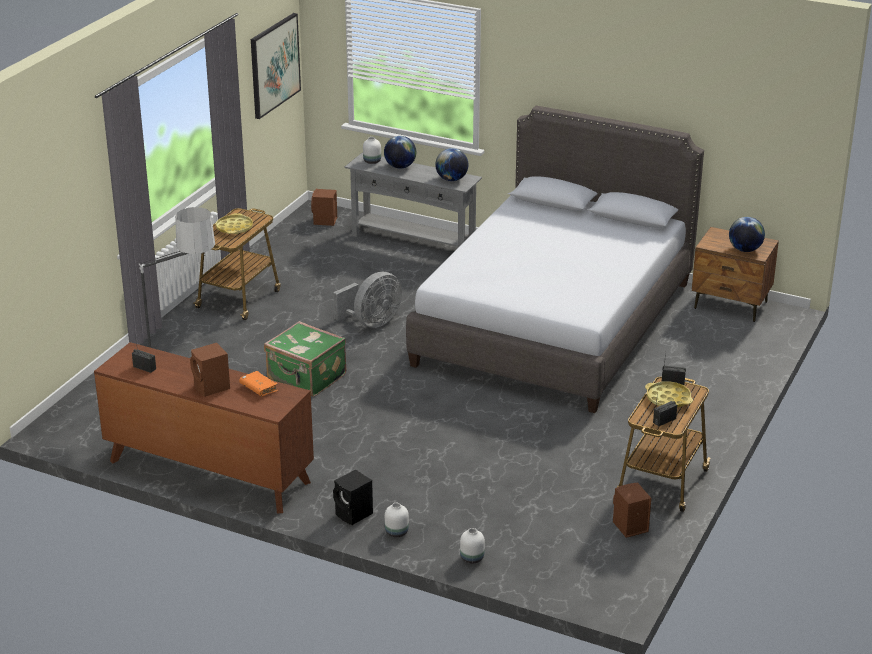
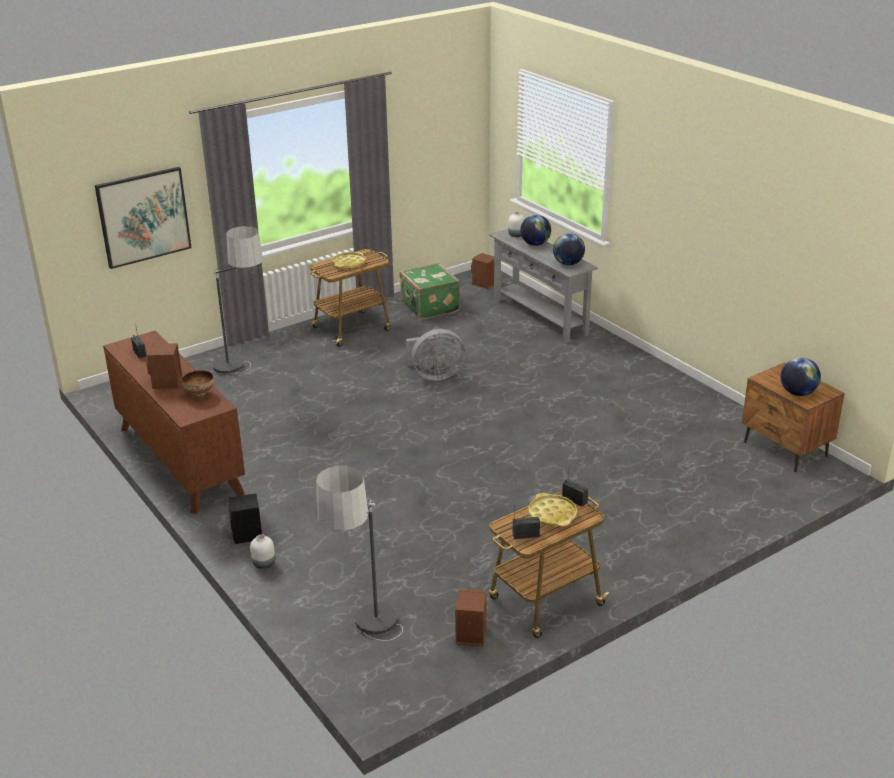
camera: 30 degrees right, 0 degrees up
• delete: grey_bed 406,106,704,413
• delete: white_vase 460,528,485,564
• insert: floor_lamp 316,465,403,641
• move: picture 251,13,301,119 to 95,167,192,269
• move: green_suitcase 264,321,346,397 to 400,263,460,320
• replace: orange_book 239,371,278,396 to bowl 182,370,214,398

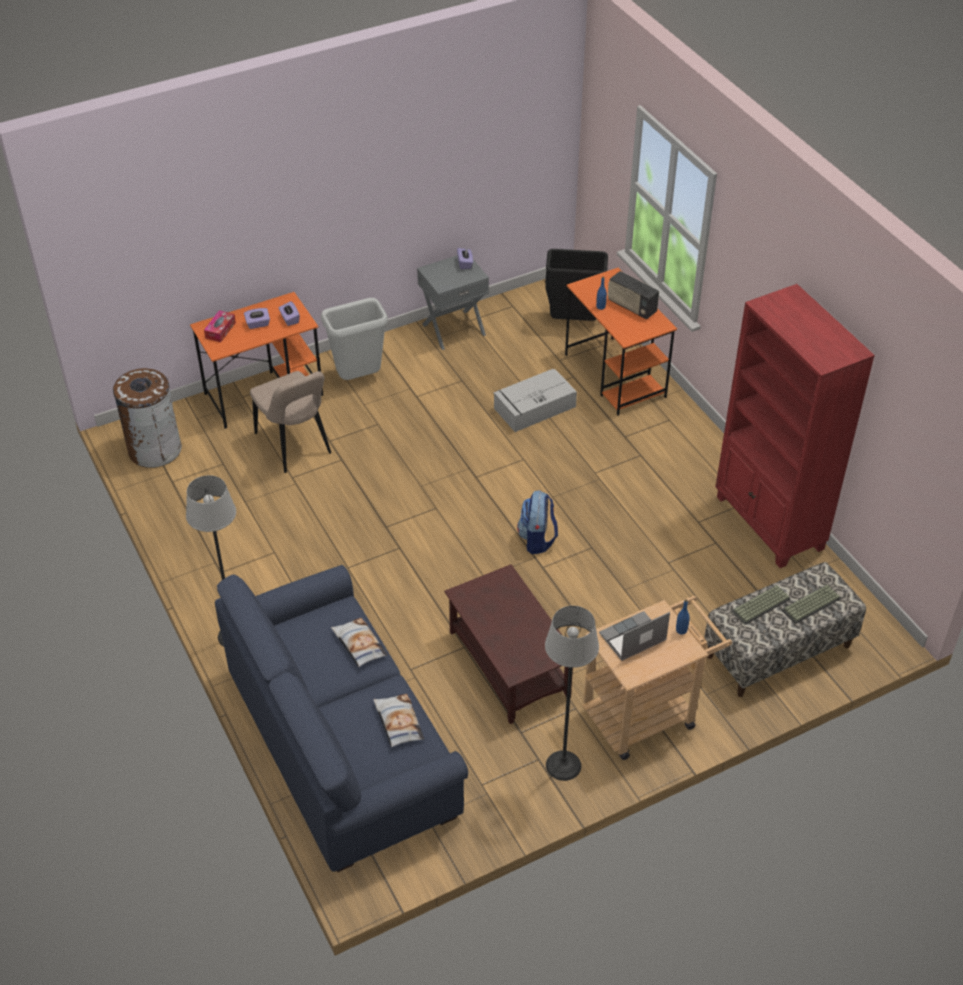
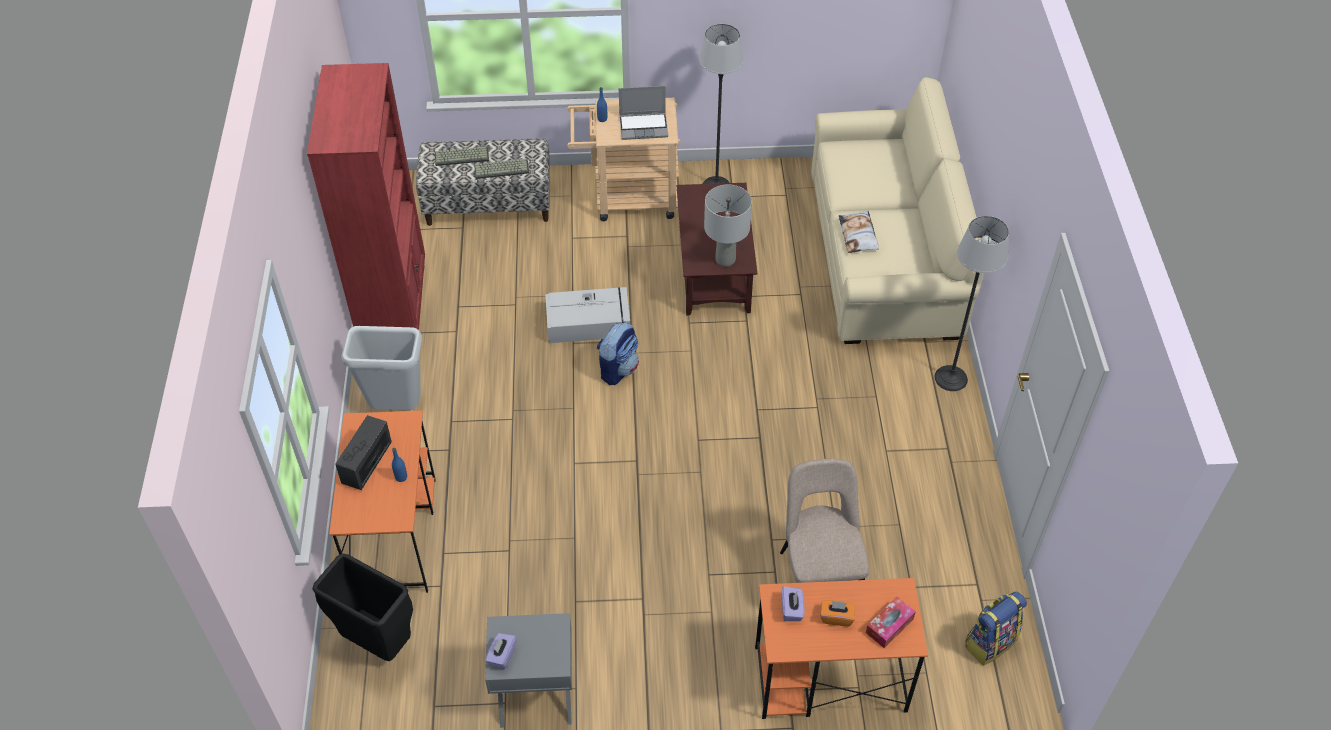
camera: 155 degrees left, 5 degrees up
• delete: pillow 373,694,424,747
• insert: grey_table_lamp 704,185,752,267
• move: grey_trash_can 321,298,388,380 to 341,326,422,410
• move: grey_storage_box 493,369,577,432 to 545,287,630,343
• replace: brown_trash_can 113,368,182,468 to backpack 965,592,1027,666
• recolor: blue_sofa 215,565,468,872 to beige_sofa 811,77,984,344
• recolor: purple_tissue_box 244,308,270,329 to orange_tissue_box 820,600,855,626
• rotate: radio 608,271,659,319 = 335,415,392,490 135 degrees counterclockwise

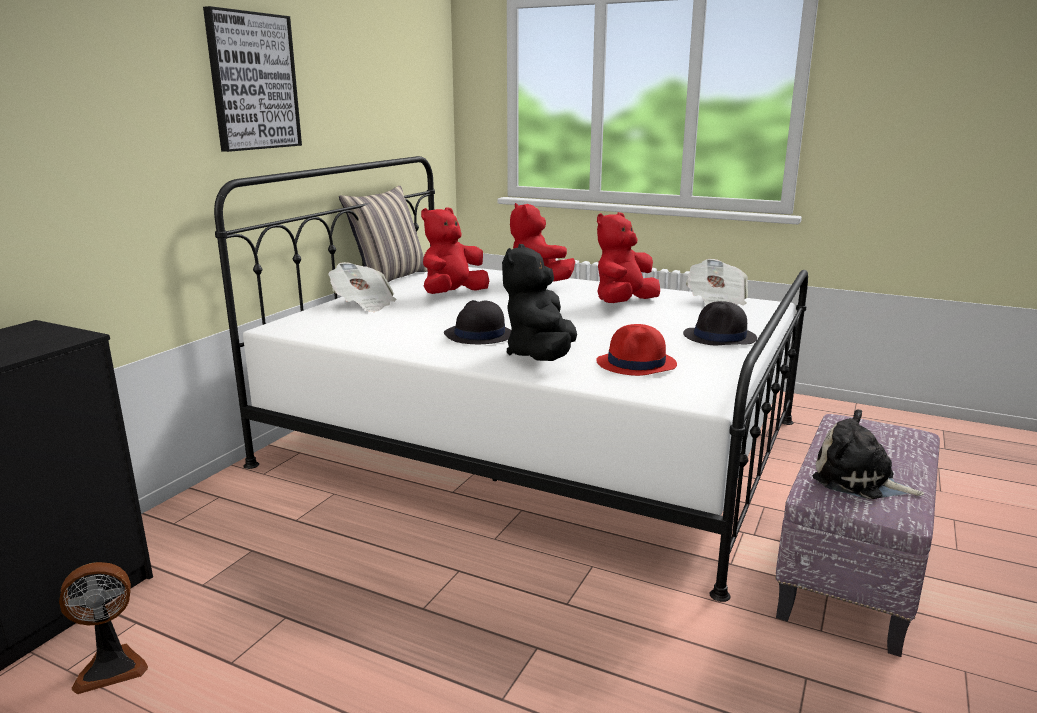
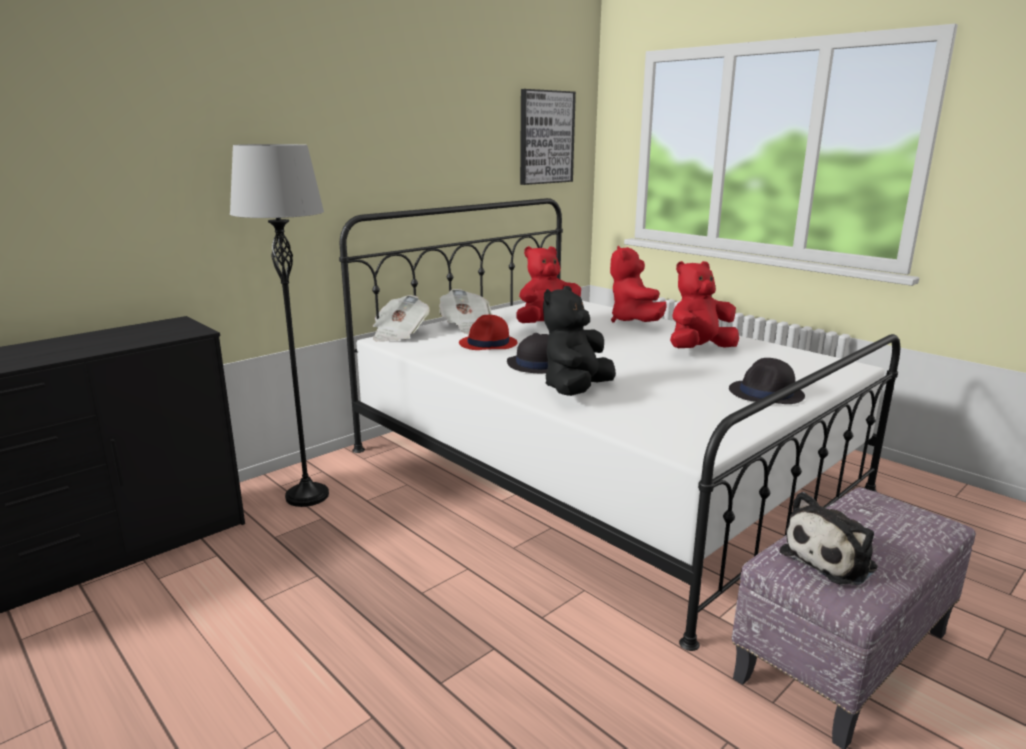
camera: 20 degrees right, 0 degrees up
• delete: fan 59,562,148,694
• delete: pillow 339,186,428,282
• insert: grey_floor_lamp 230,144,329,507
• move: picture 203,6,302,152 to 520,89,576,185
• move: red_hat 596,324,677,376 to 459,315,518,350
• move: newspaper 686,259,748,306 to 373,295,430,342
• rotate: plush_toy 812,409,924,499 = 780,492,878,585 90 degrees counterclockwise

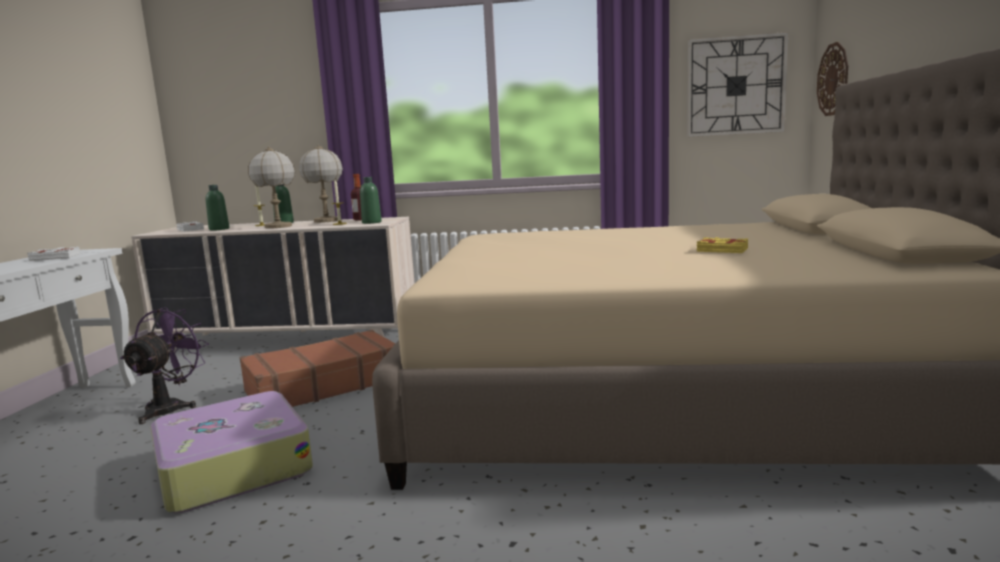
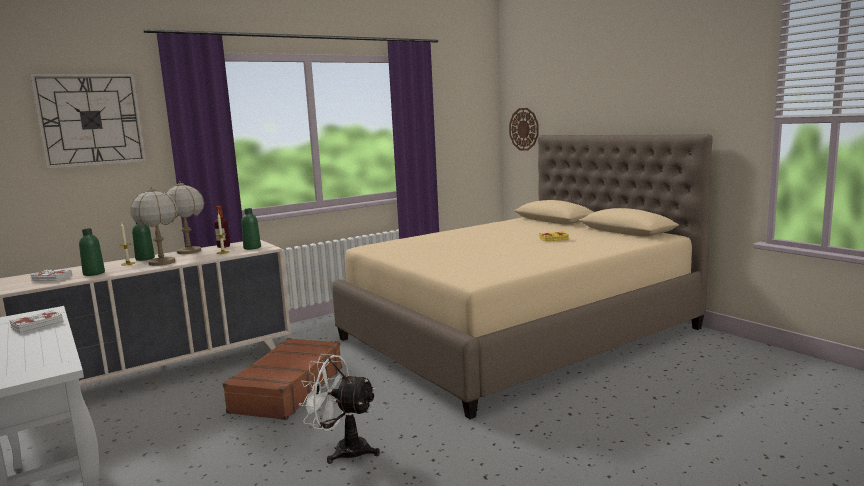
camera: 40 degrees left, 0 degrees up
• delete: purple_fan 120,307,209,424
• move: wall_clock 687,32,789,137 to 30,73,146,169
• replace: suitcase 150,391,313,513 to white_fan 299,354,380,464

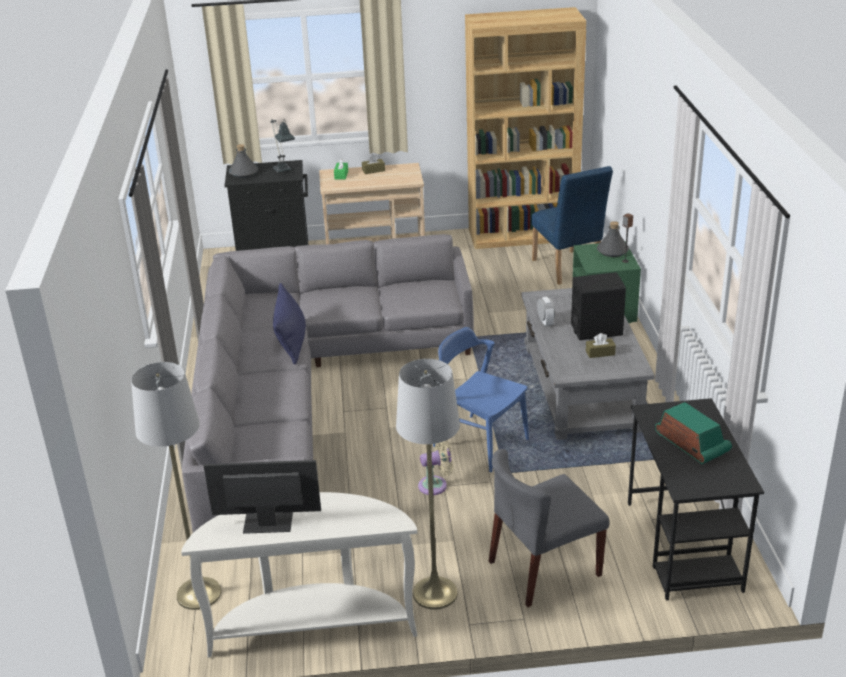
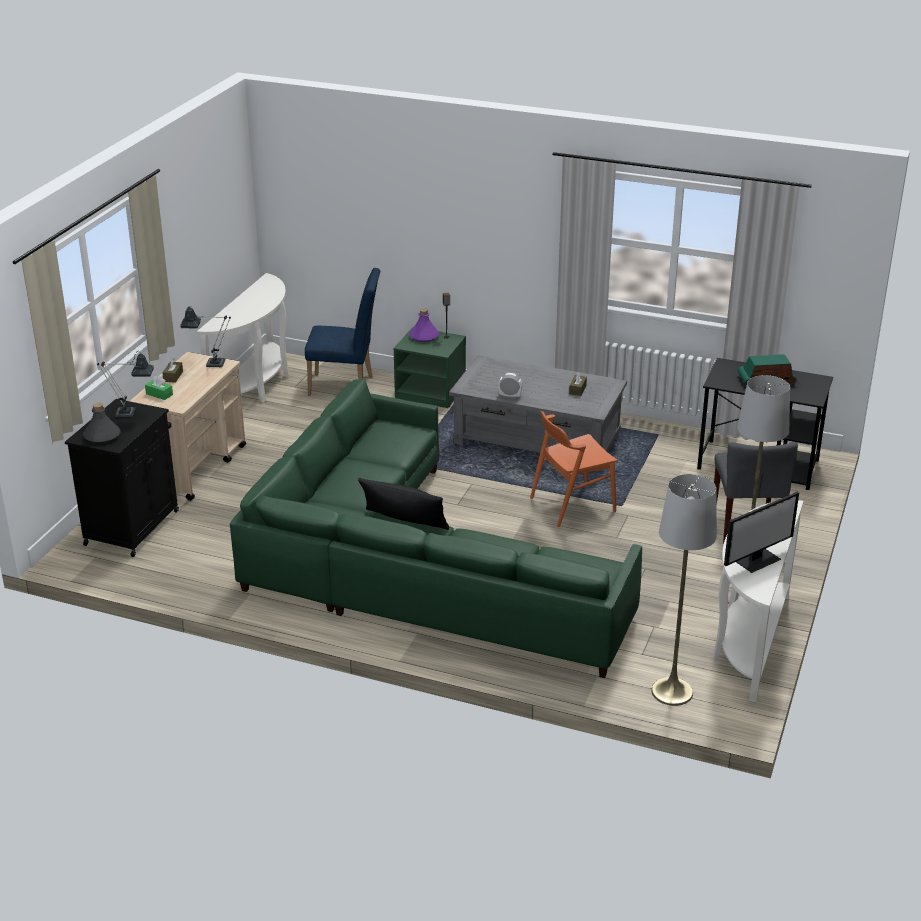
camera: 65 degrees left, 0 degrees up
• delete: beige_fan 418,440,453,495
• delete: black_speaker 571,272,626,340
• insert: table_lamp 180,305,231,367
• replace: brown_bookcase 465,7,586,249 to white_console_table 197,273,289,402
• recolor: grey_sofa 182,234,474,533 to green_sofa 230,379,642,678
• recolor: blue_pillow 273,283,306,365 to black_pillow 358,478,449,530
• recolor: blue_chair 433,327,529,472 to orange_chair 530,411,617,527
• recolor: grey_bottle 597,221,629,257 to purple_bottle 409,308,439,342
• rotate: monitor 204,460,321,534 = 724,492,799,573 150 degrees counterclockwise

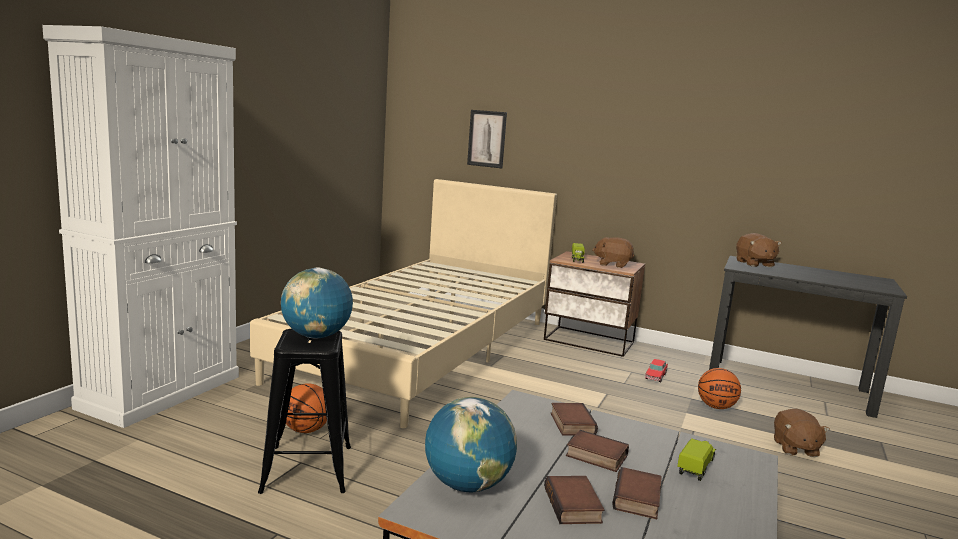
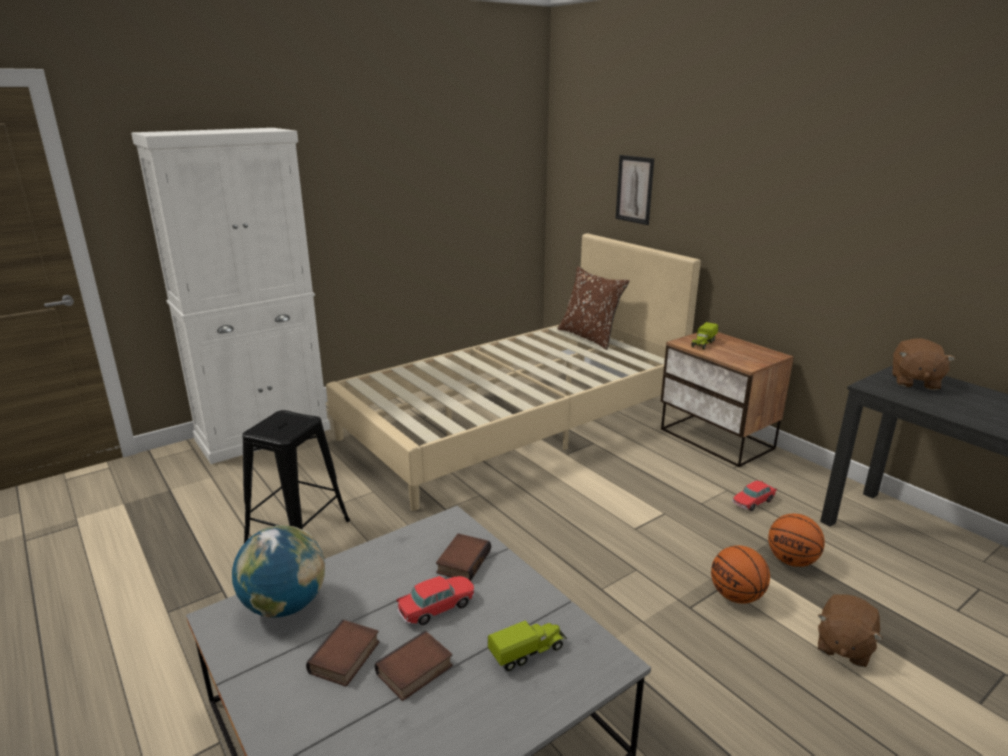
camera: 30 degrees right, 10 degrees up
• delete: globe 281,267,353,339
• delete: brown_plush_toy 592,237,634,268
• insert: brown_pillow 558,266,629,350
• move: basketball 286,383,327,433 to 711,545,770,604
• replace: book 566,430,629,472 to toy_car 396,576,475,625

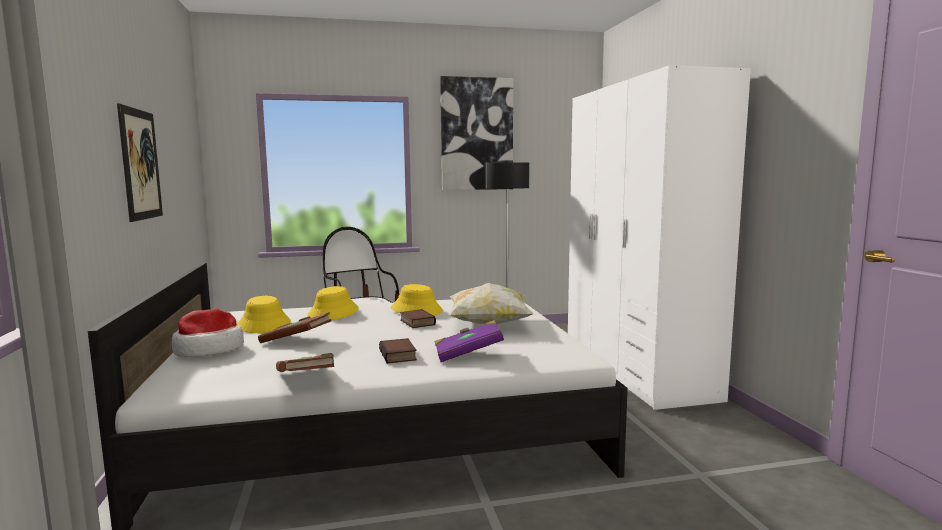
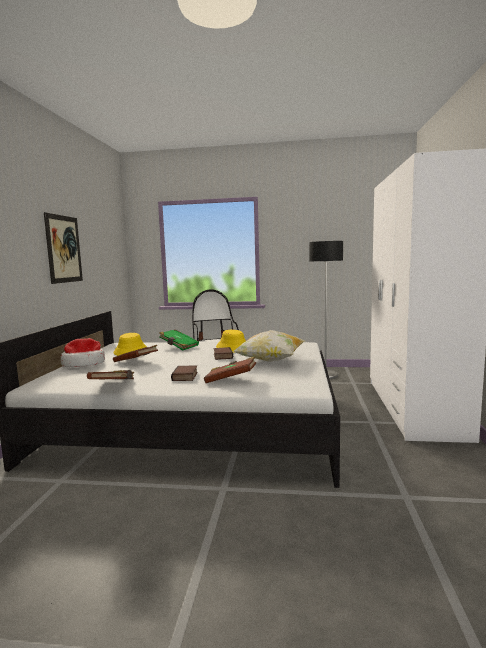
camera: 20 degrees right, 0 degrees up
• delete: picture 440,76,513,190
• replace: yellow_hat 307,286,359,320 to green_book 159,329,199,351
• recolor: purple_book 435,320,504,362 to brown_book 204,356,257,383

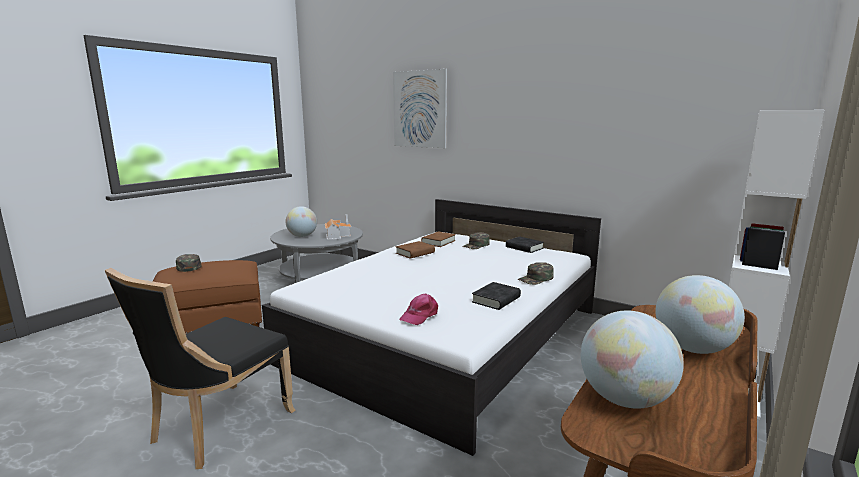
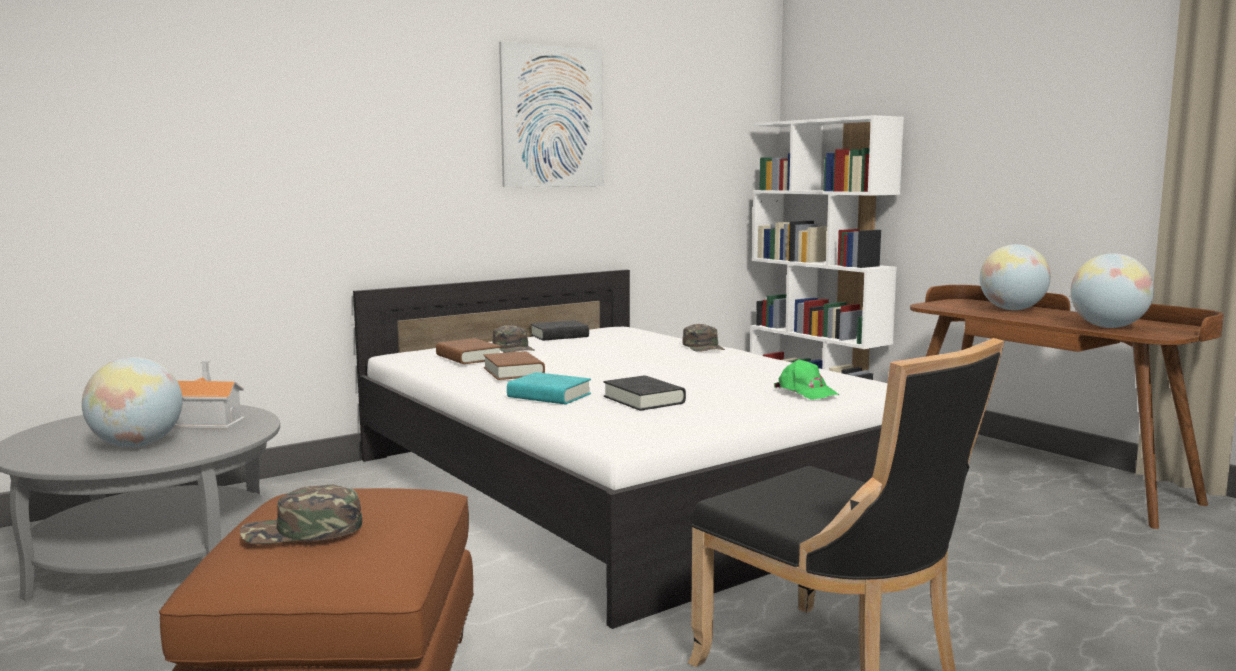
camera: 70 degrees left, 5 degrees down
• insert: turquoise_book 507,372,591,404
• move: picture 393,69,447,148 to 499,41,603,187
• move: black_book 472,282,521,310 to 604,375,686,411
• recolor: pink_cap 400,293,438,325 to green_cap 774,359,839,400

